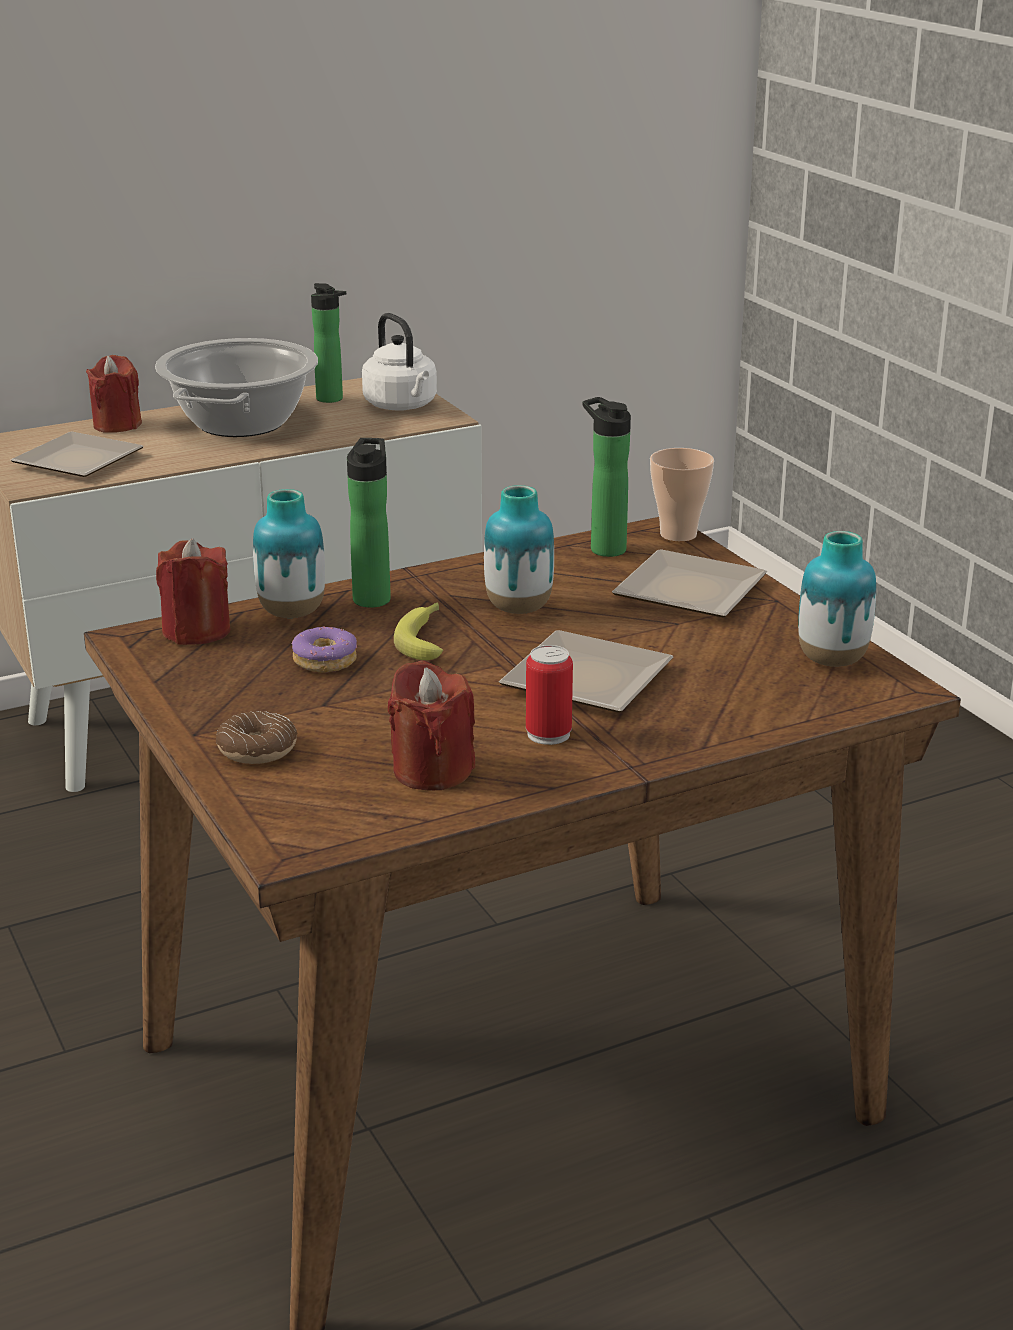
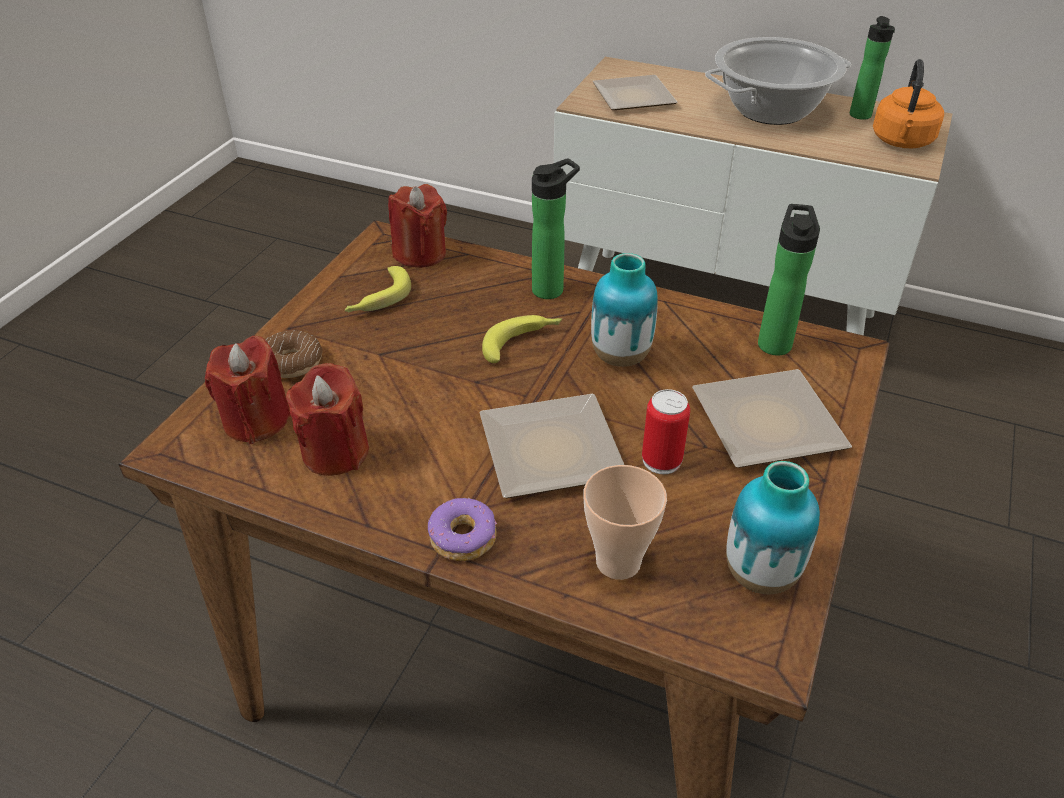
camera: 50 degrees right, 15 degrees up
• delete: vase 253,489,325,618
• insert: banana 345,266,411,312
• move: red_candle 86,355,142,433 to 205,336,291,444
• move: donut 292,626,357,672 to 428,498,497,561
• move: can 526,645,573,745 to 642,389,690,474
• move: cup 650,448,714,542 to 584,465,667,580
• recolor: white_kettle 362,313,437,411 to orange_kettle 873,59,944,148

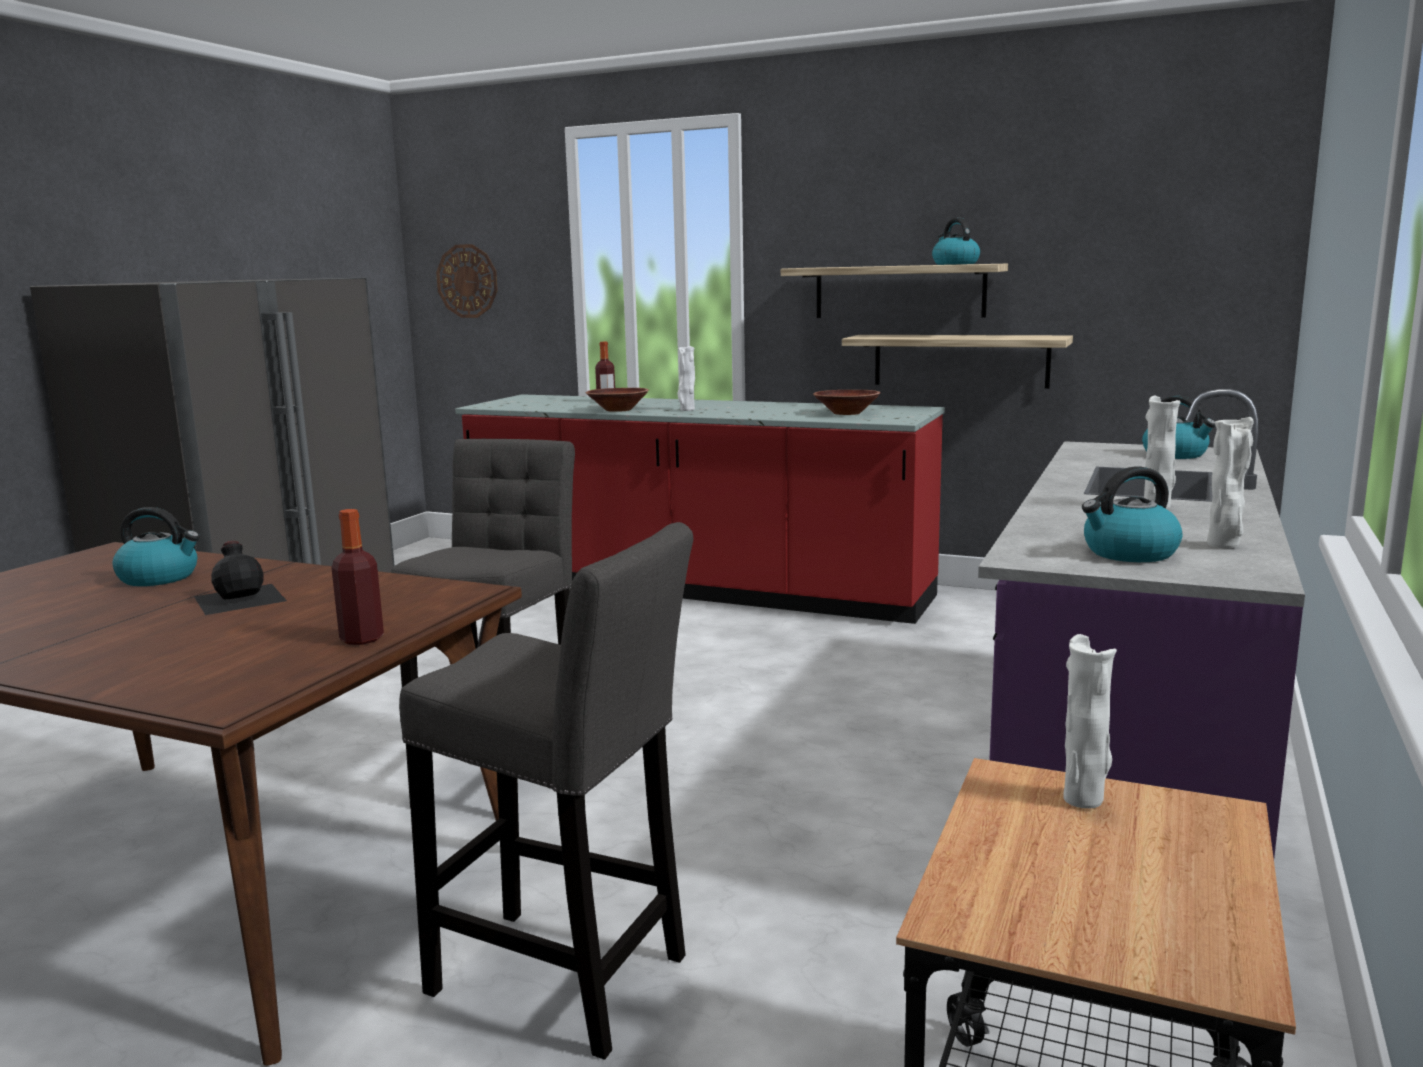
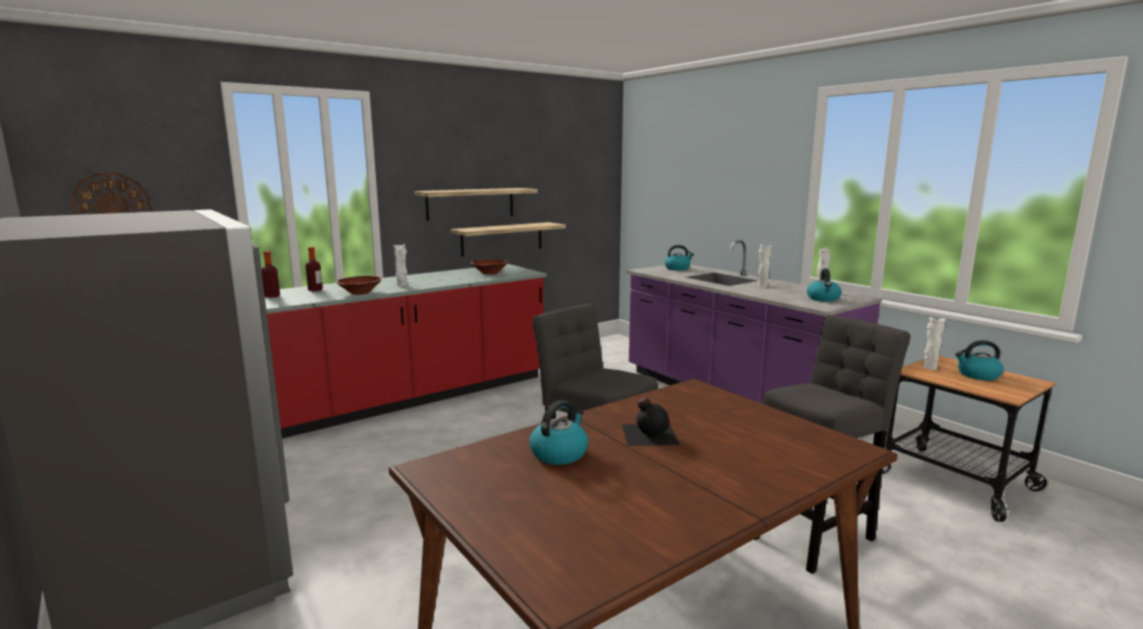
camera: 60 degrees left, 0 degrees up
• move: bottle 331,509,384,645 to 262,251,280,298
• move: kettle 932,218,980,265 to 955,340,1003,380

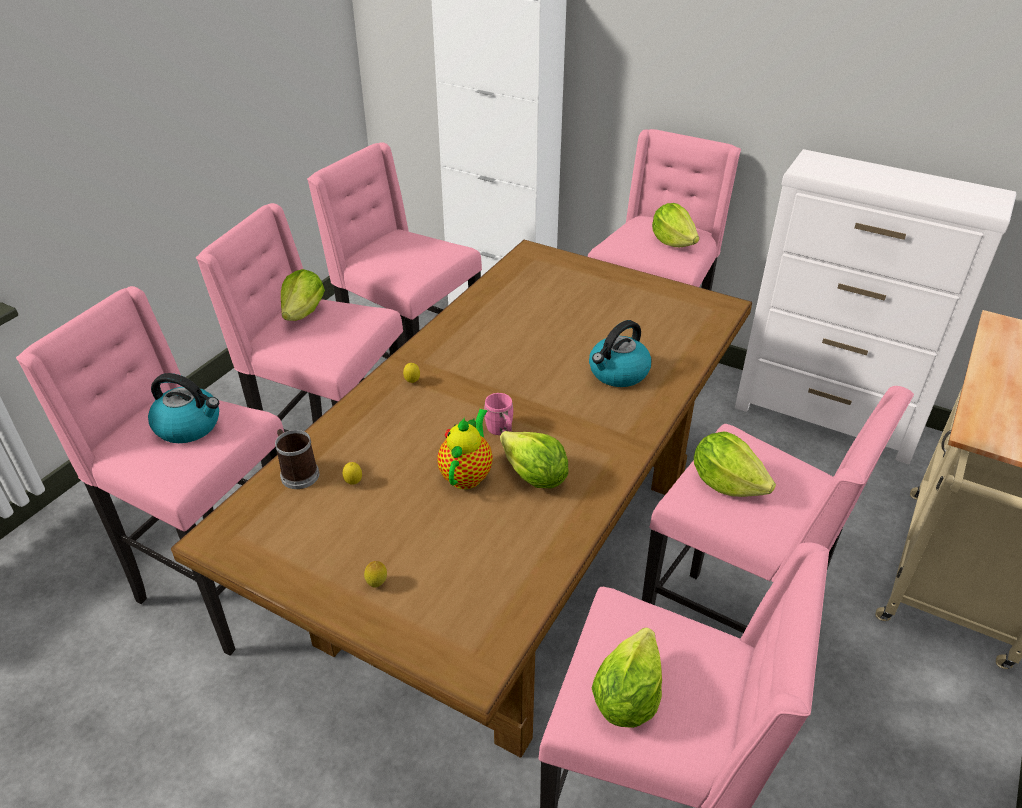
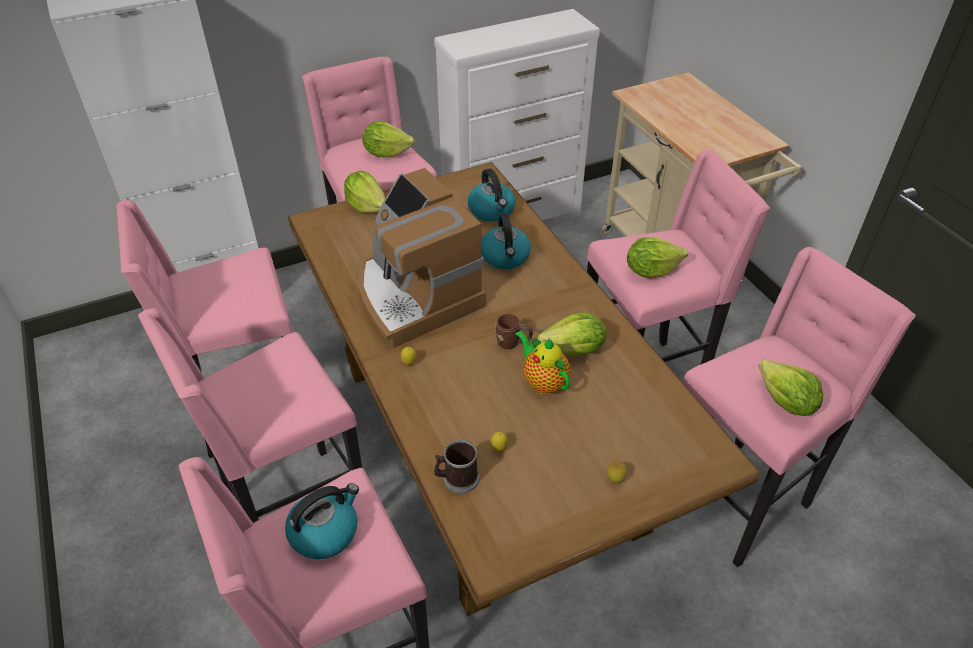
camera: 55 degrees left, 5 degrees up
• insert: coffee_machine 359,168,485,348
• insert: kettle 468,169,516,222
• move: lettuce 281,269,325,321 to 344,171,385,213
• recolor: pink_mug 484,393,513,435 to brown_mug 495,314,533,349

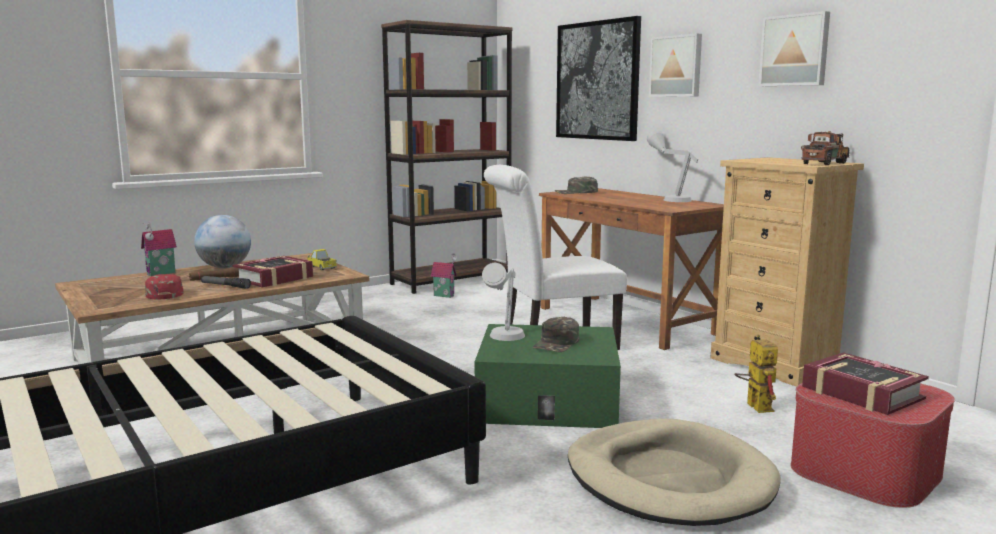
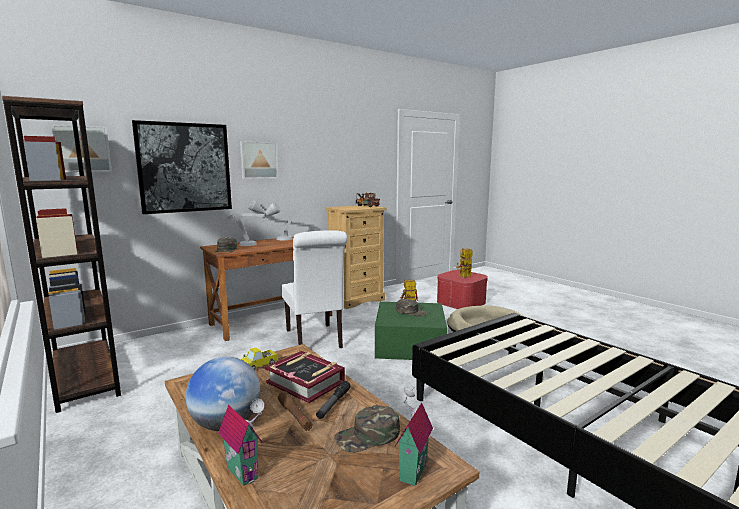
camera: 90 degrees left, 0 degrees up
• move: toy_house 431,253,457,298 to 394,387,433,486
• move: grey_table_lamp 482,263,525,341 to 227,202,281,246
• move: picture 758,11,830,86 to 51,124,112,172
• replace: book 802,352,929,415 to toy_robot 456,248,473,277
• recolor: red_cap 145,274,183,299 to green_cap 334,405,400,453

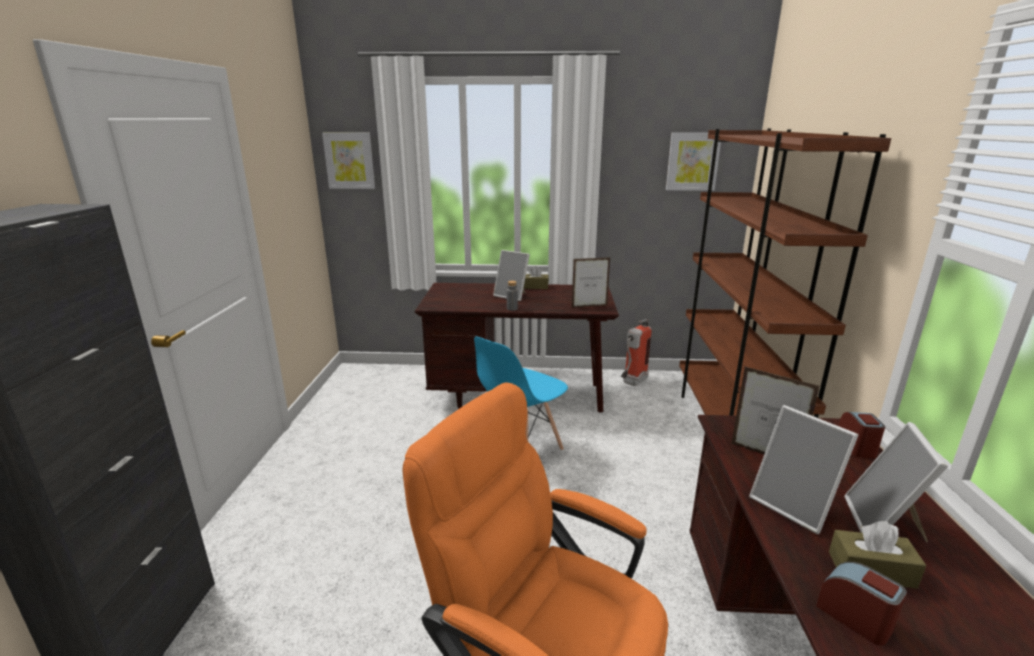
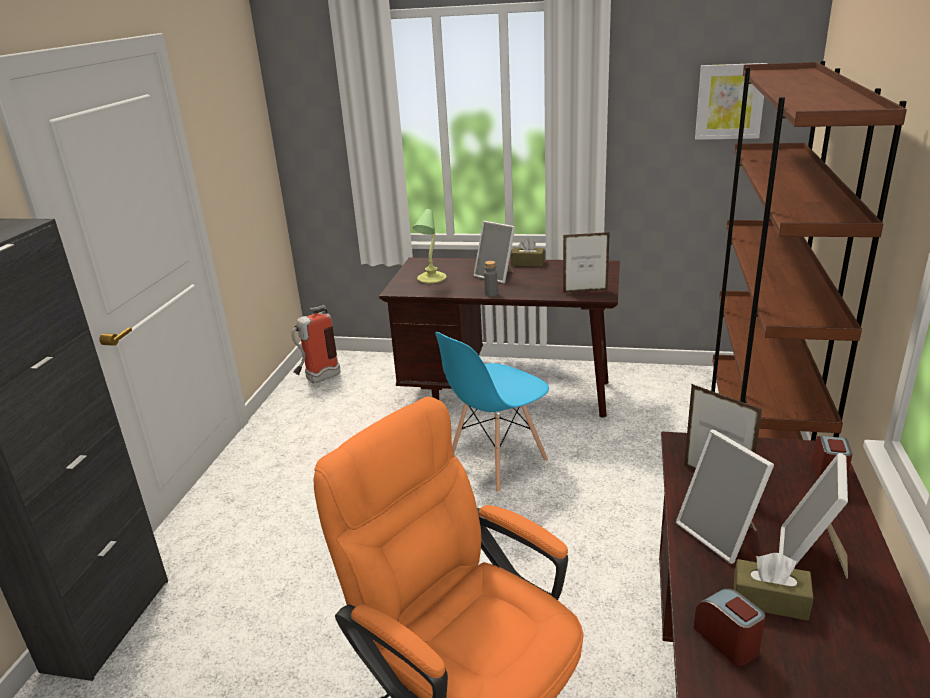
camera: 10 degrees right, 5 degrees up
• delete: picture 322,133,375,189
• insert: table_lamp 413,209,447,284
• move: fire_extinguisher 621,319,652,386 to 291,305,341,384

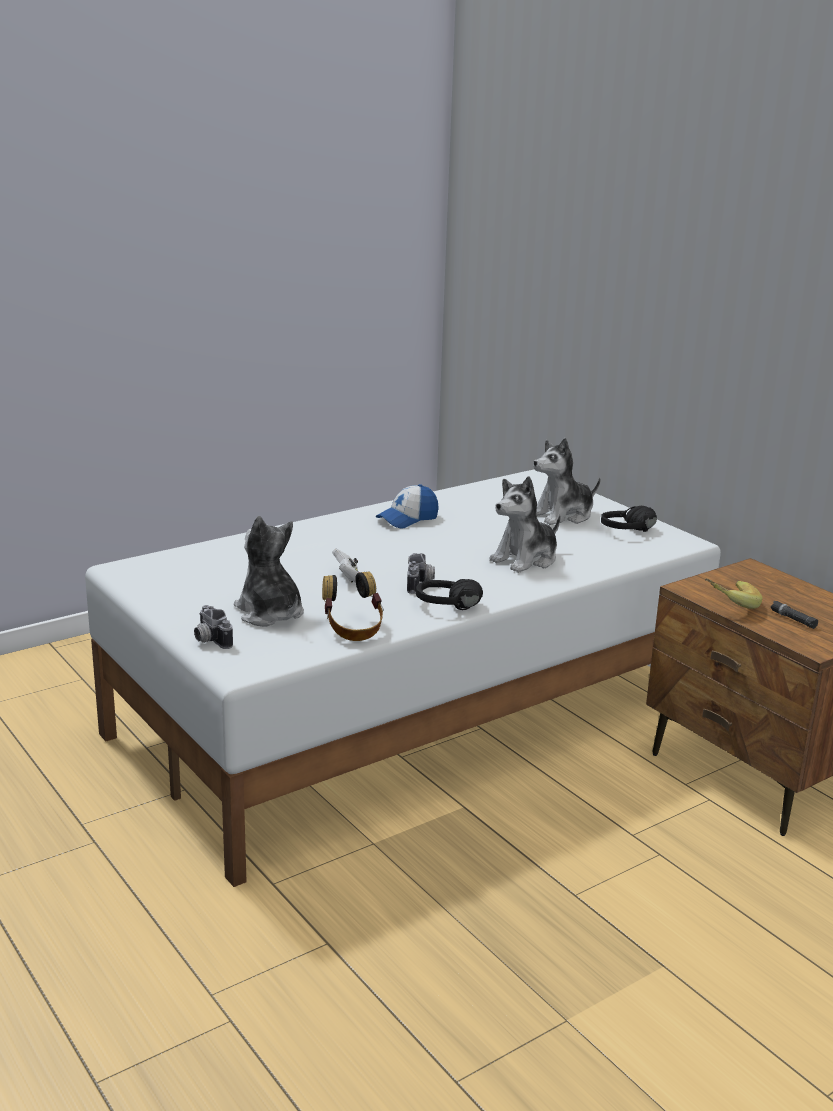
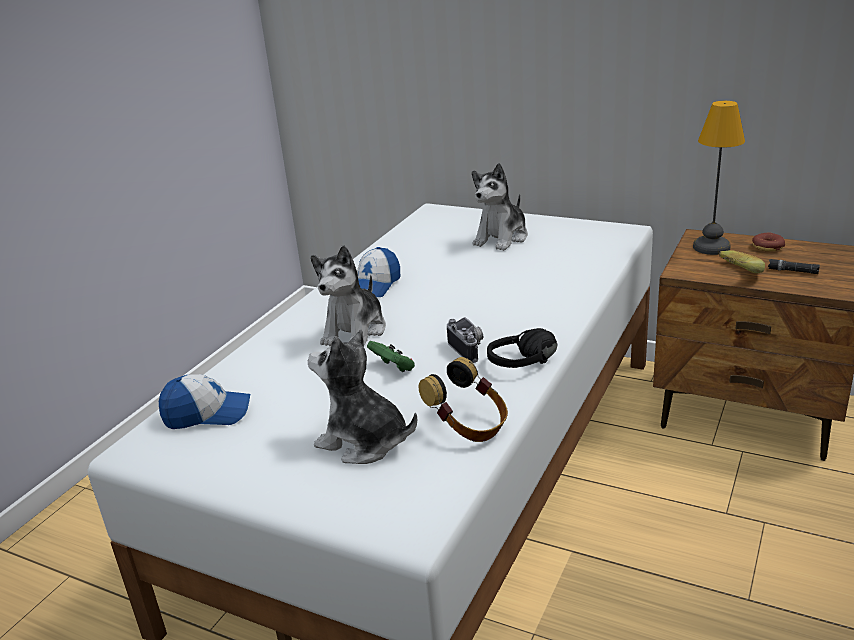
camera: 25 degrees left, 5 degrees up
• delete: photo_camera 194,605,233,649
• delete: black_headphones 601,506,657,532
• insert: cap 159,374,250,429
• insert: table_lamp 693,101,745,255
• insert: donut 752,233,785,251
• move: plush_toy 489,476,561,573 to 311,245,386,346
• recolor: white_game_controller 332,548,359,583 to green_game_controller 367,341,415,372

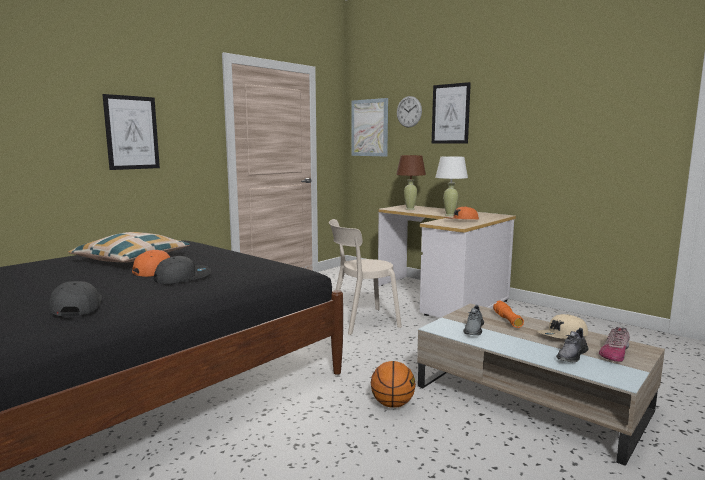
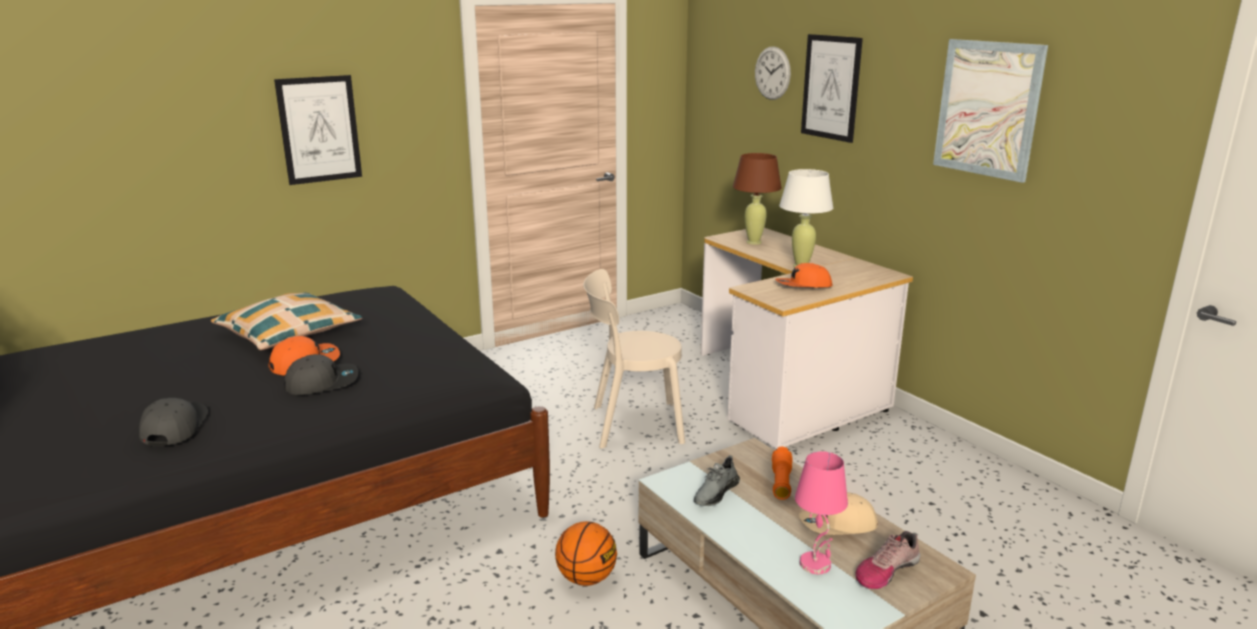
camera: 15 degrees right, 10 degrees up
• move: picture 351,98,388,156 to 933,39,1048,183
• replace: grey_shoe 556,328,589,362 to pink_table_lamp 795,451,848,574

